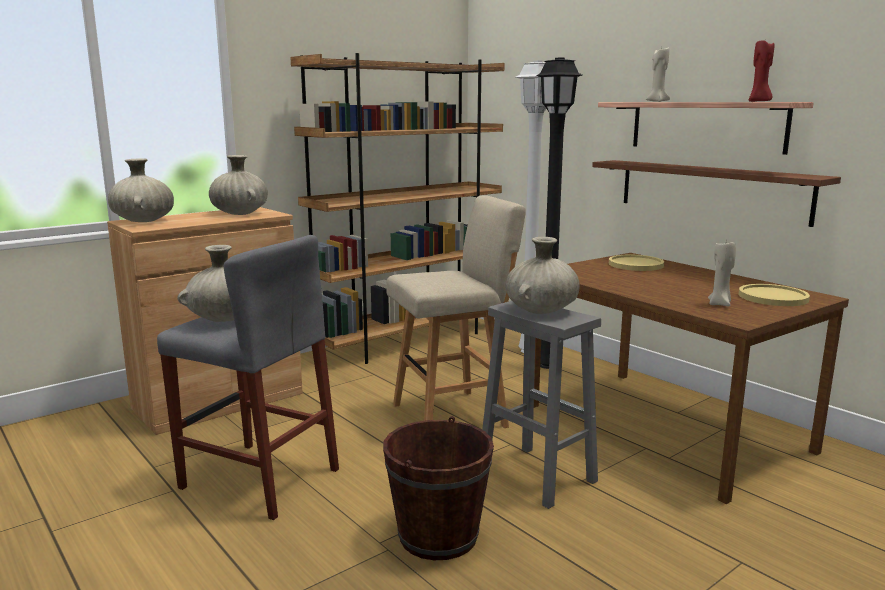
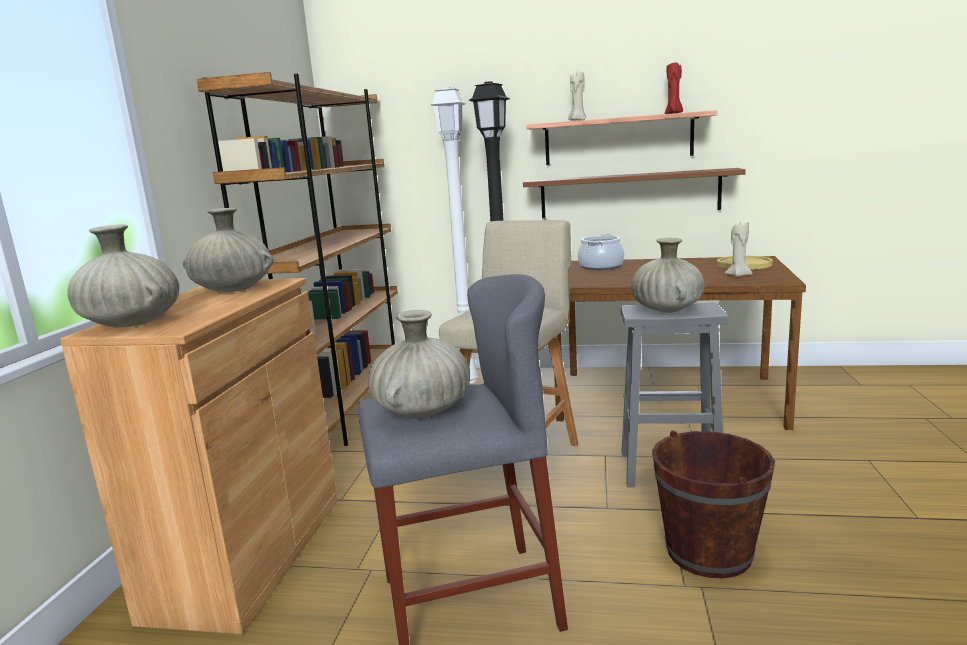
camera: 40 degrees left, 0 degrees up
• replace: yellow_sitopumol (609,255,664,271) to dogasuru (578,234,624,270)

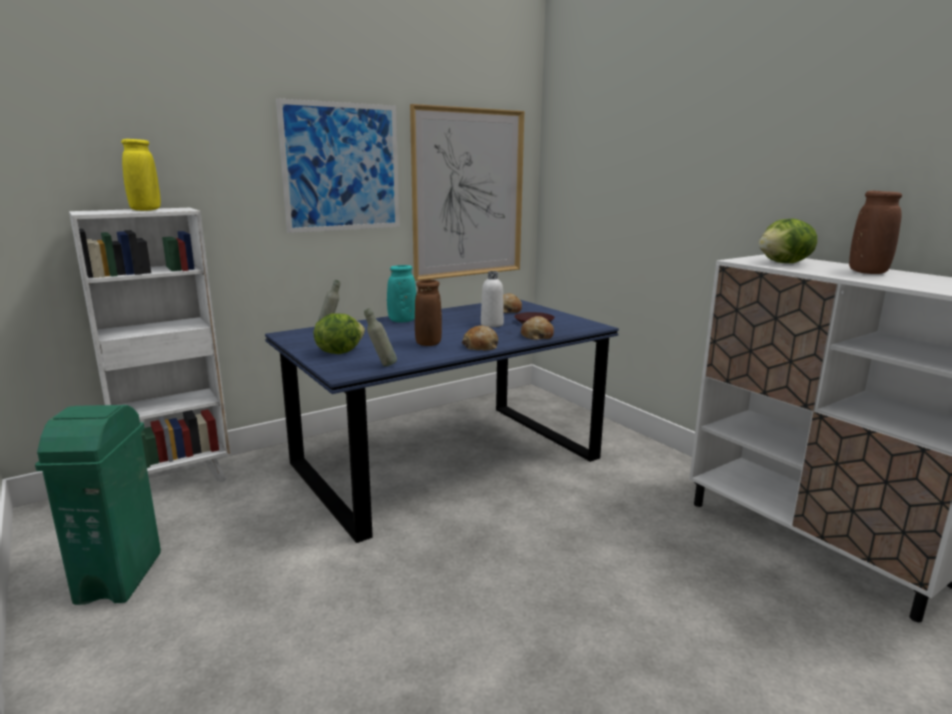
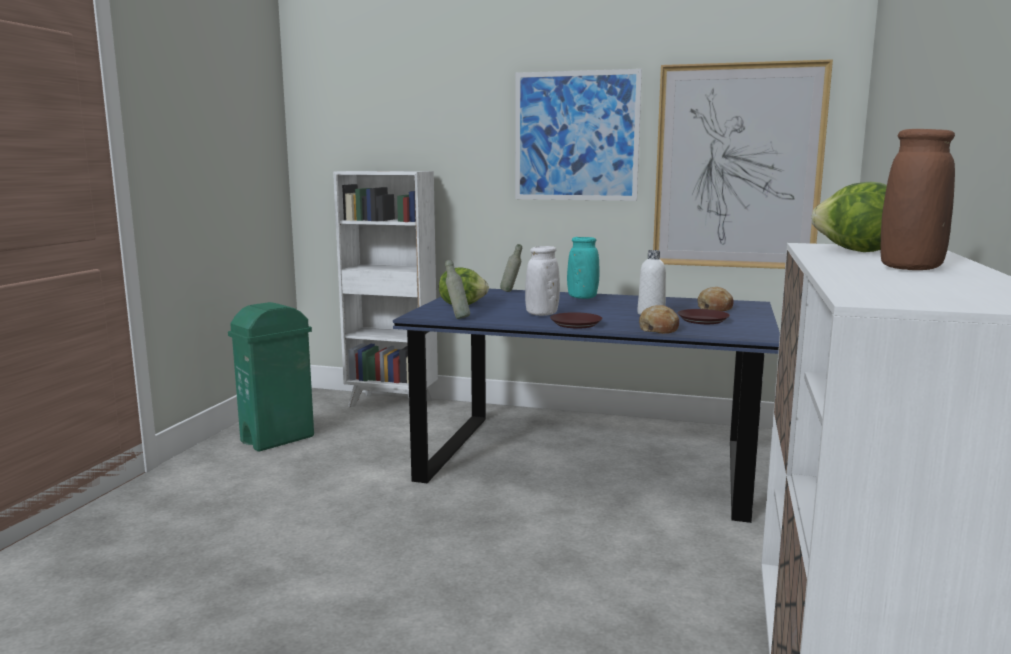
camera: 50 degrees right, 5 degrees down
• recolor: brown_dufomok (415,280,442,346) to white_dufomok (525,246,560,316)
• replace: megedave (462,325,498,351) to brown_sitopumol (550,312,602,329)
• delete: yellow_dufomok (121,139,161,211)

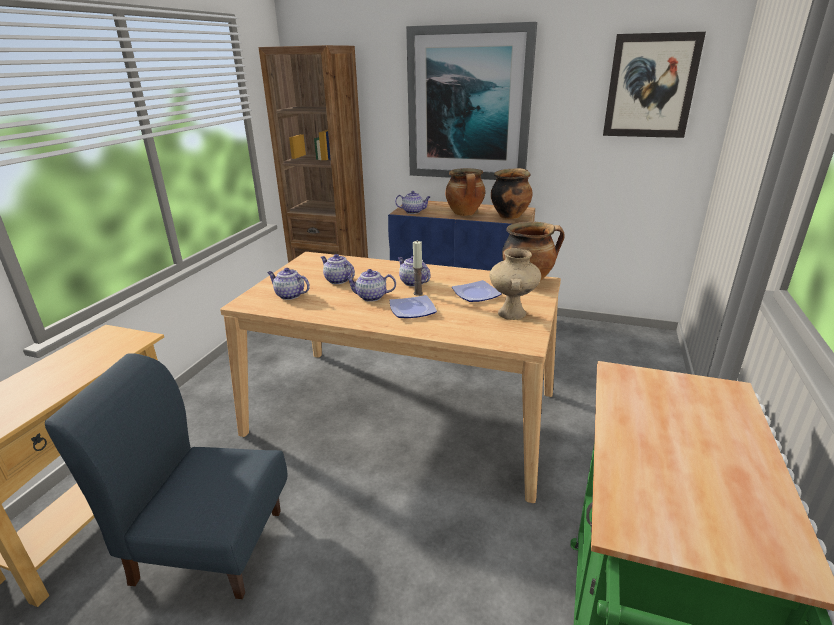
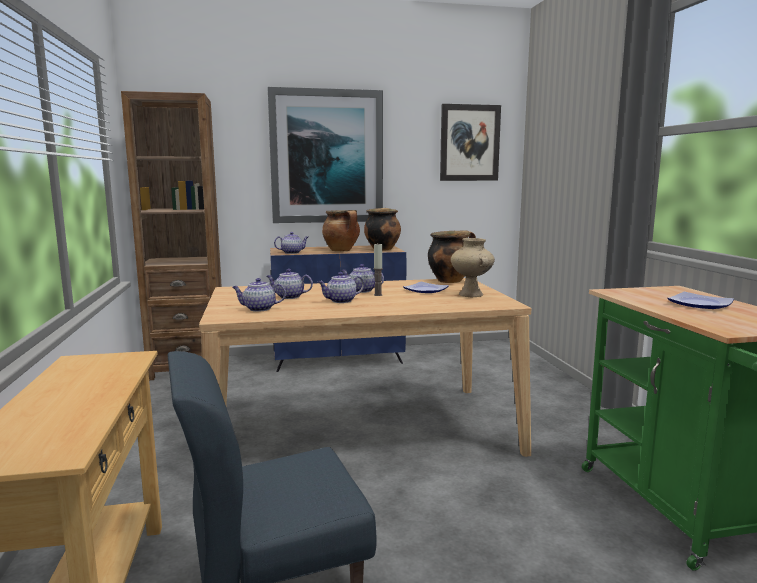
camera: 30 degrees left, 15 degrees down
• move: sitopumol (390,295,437,318) to (667,292,734,309)

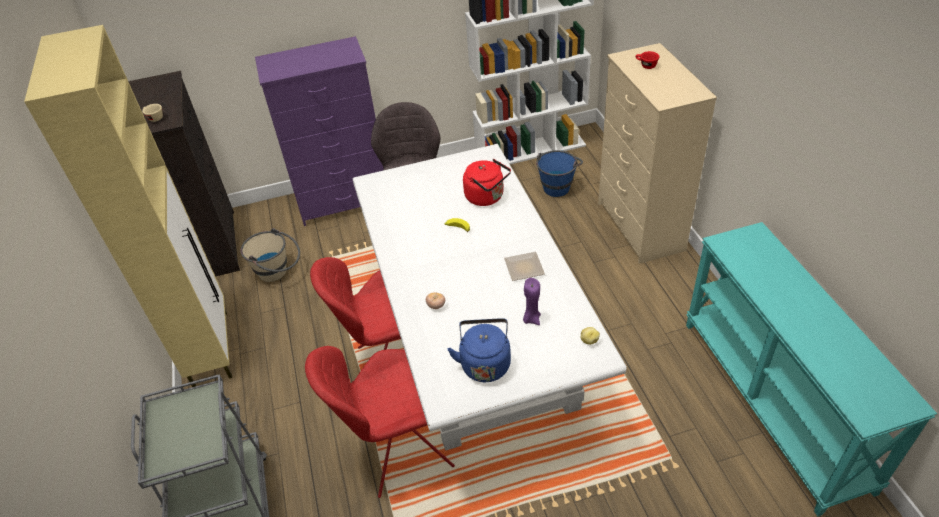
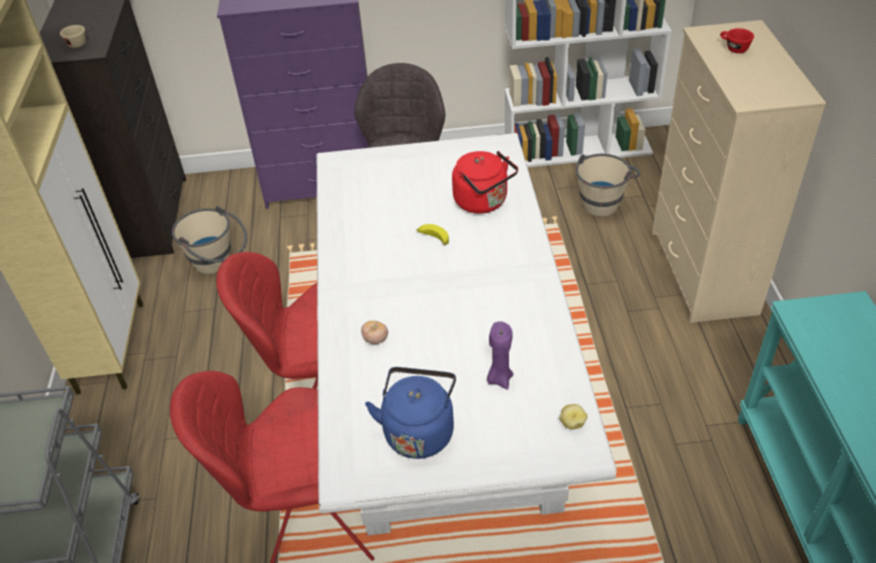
camera: 10 degrees right, 0 degrees up
• recolor: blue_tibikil (536,150,583,197) to beige_tibikil (576,154,640,217)
• delete: sitopumol (504,252,545,281)

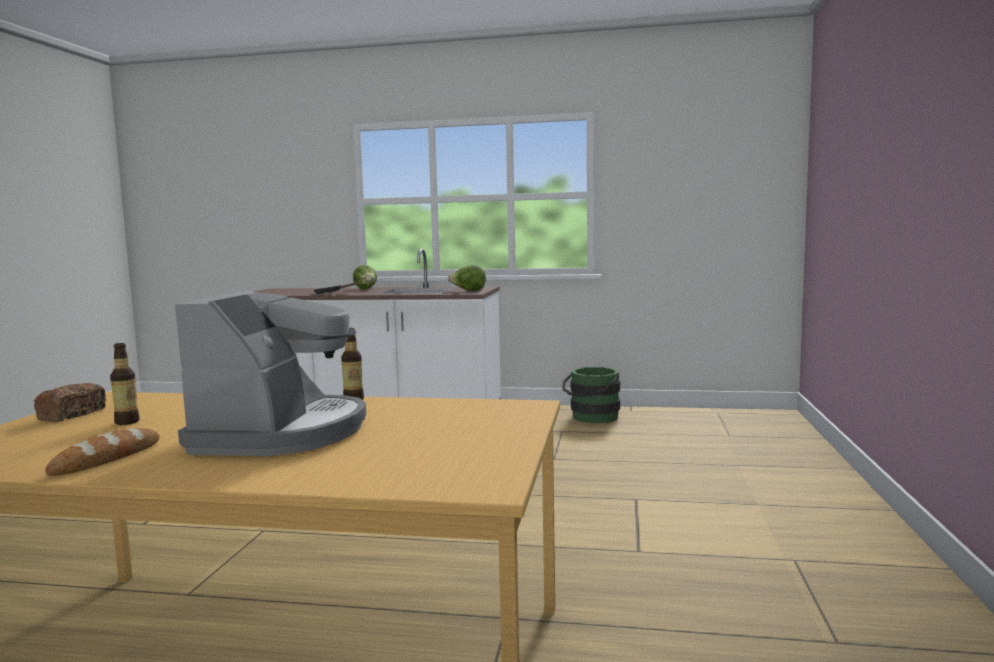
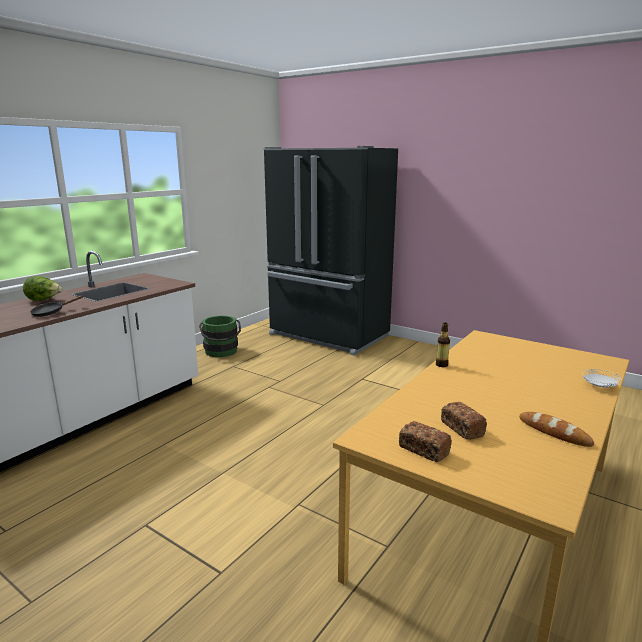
camera: 65 degrees left, 10 degrees up
• insert: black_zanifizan (264,146,398,355)
• replace: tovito (110,343,140,425) to megedave (441,402,487,440)
• insert: white_sitopumol (582,369,622,387)
• delete: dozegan (175,291,366,456)
• delete: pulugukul (448,265,486,291)

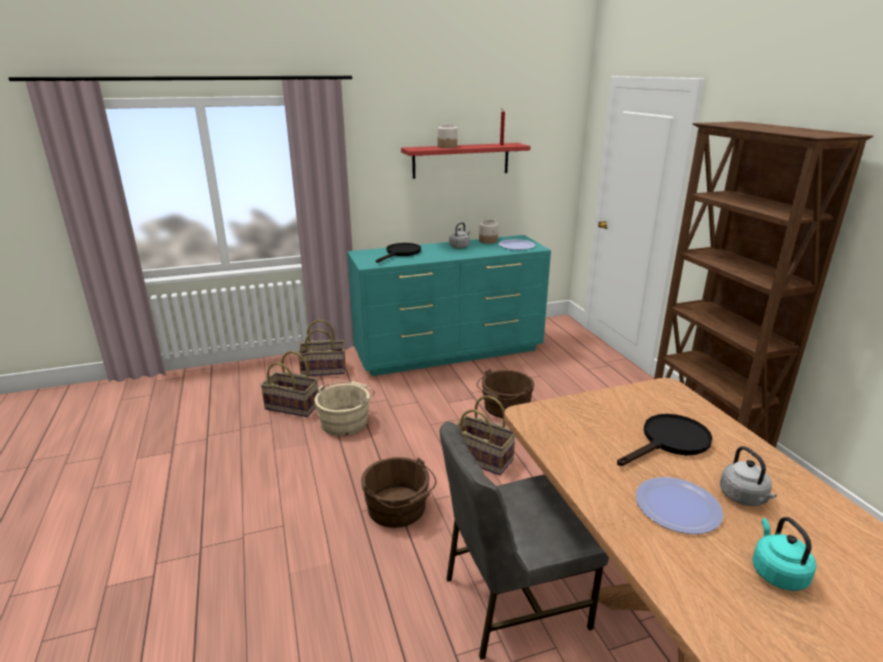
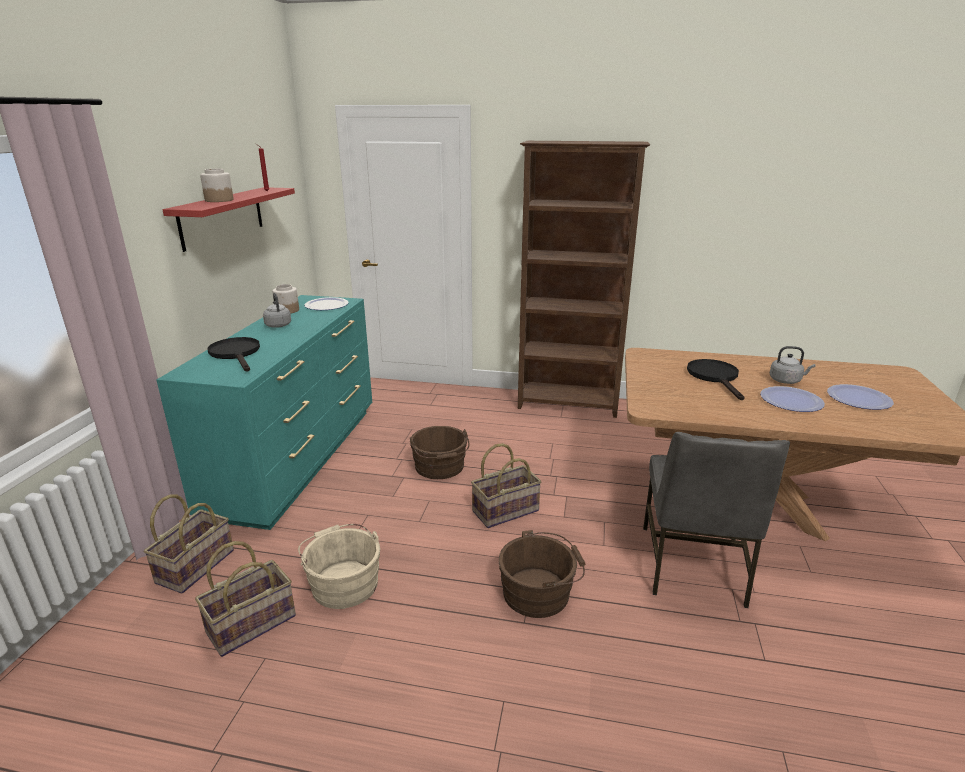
camera: 60 degrees left, 0 degrees up
• replace: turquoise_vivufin (752,517,816,591) to sitopumol (827,384,894,410)

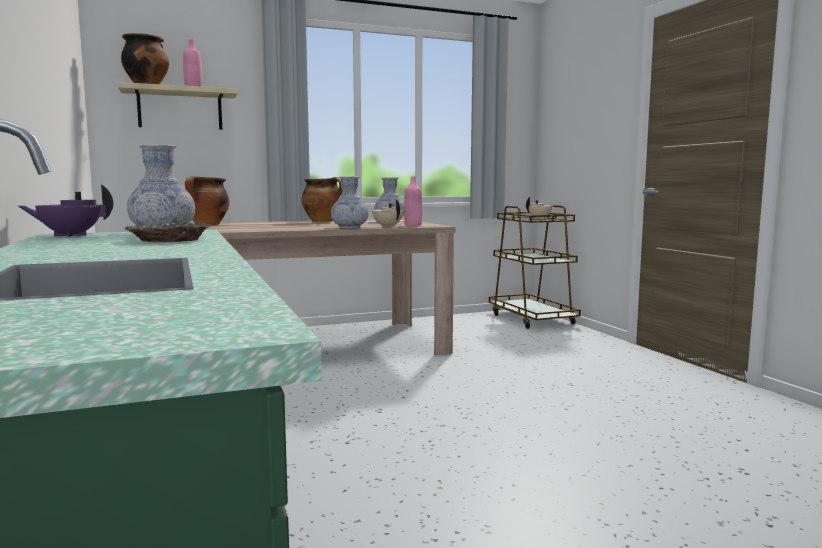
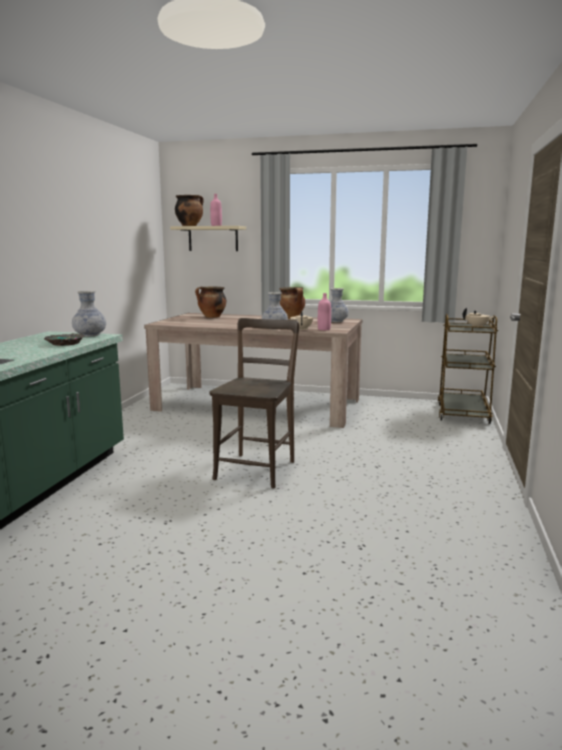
camera: 35 degrees right, 5 degrees up
• insert: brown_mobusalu (210,318,299,488)
• delete: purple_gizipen (18,184,113,237)

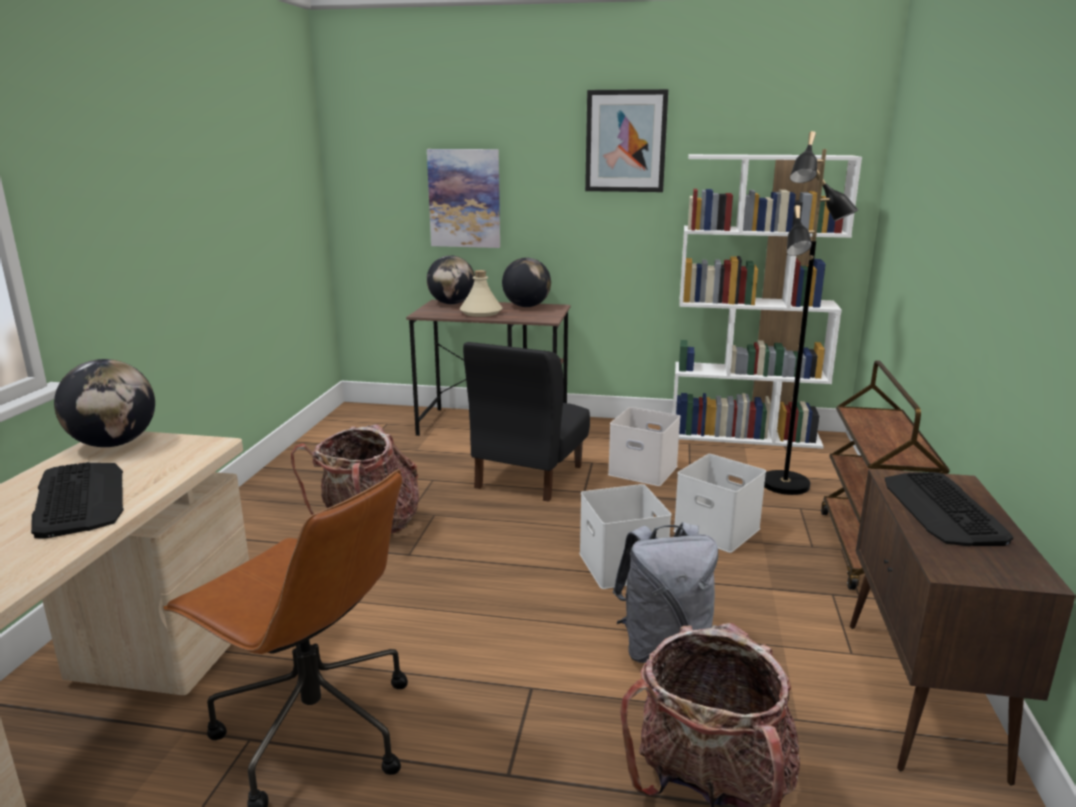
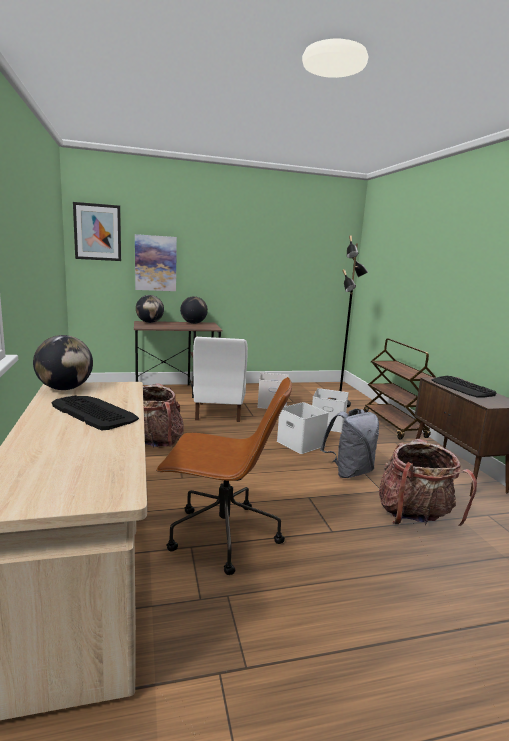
camera: 25 degrees left, 5 degrees down
• move: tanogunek (585,89,668,192) to (73,202,121,261)
• recolor: black_mobusalu (463,342,590,502) to white_mobusalu (193,337,248,422)
• delete: beige_tovito (460,270,503,317)
• delete: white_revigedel (673,154,862,449)

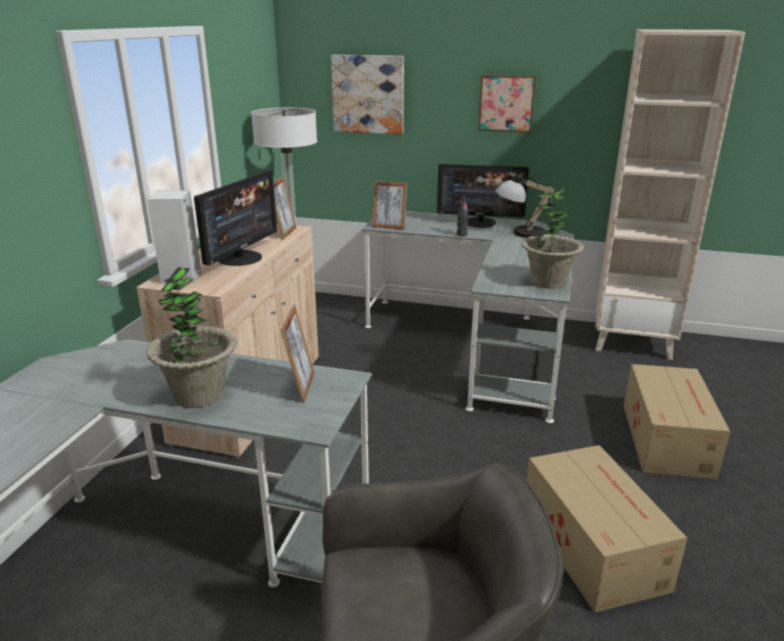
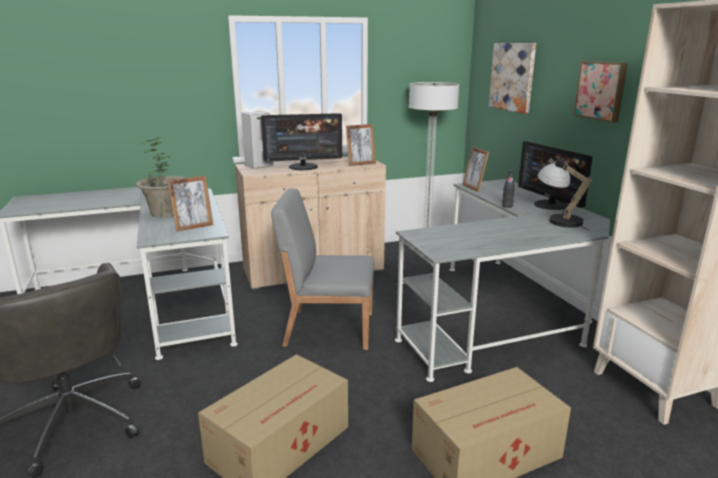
camera: 55 degrees right, 5 degrees down
• insert: grey_mobusalu (271,188,375,350)
• delete: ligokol (521,189,584,289)

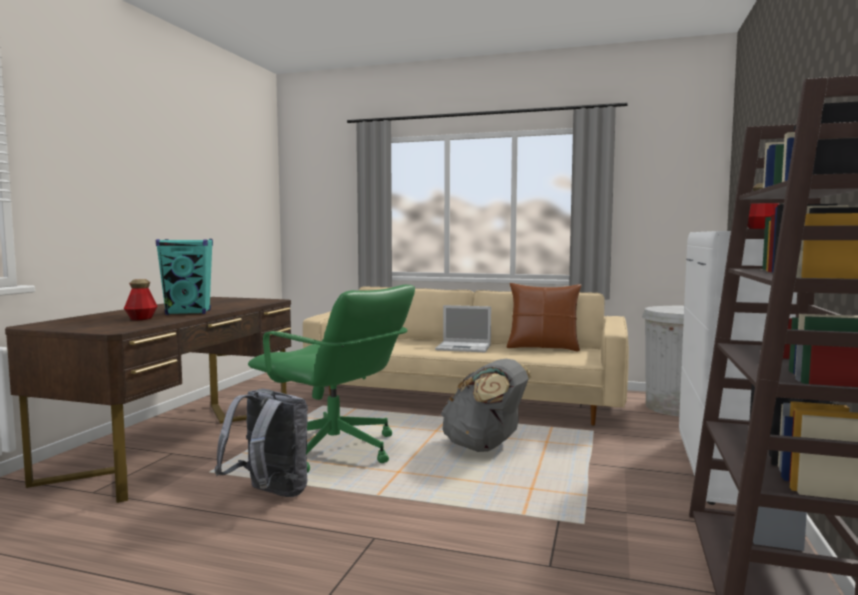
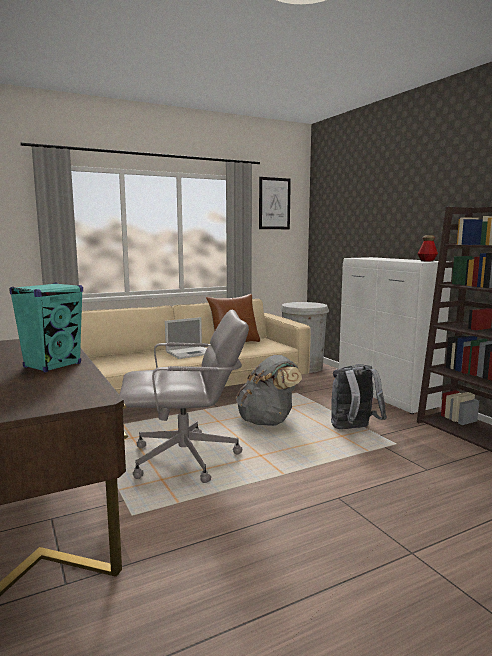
camera: 45 degrees left, 5 degrees up
• recolor: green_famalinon (248,285,415,473) to grey_famalinon (119,310,249,483)
• insert: tanogunek (259,177,291,229)
• move: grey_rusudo (214,389,308,497) to (331,364,387,429)
• delete: tovito (124,279,158,320)

